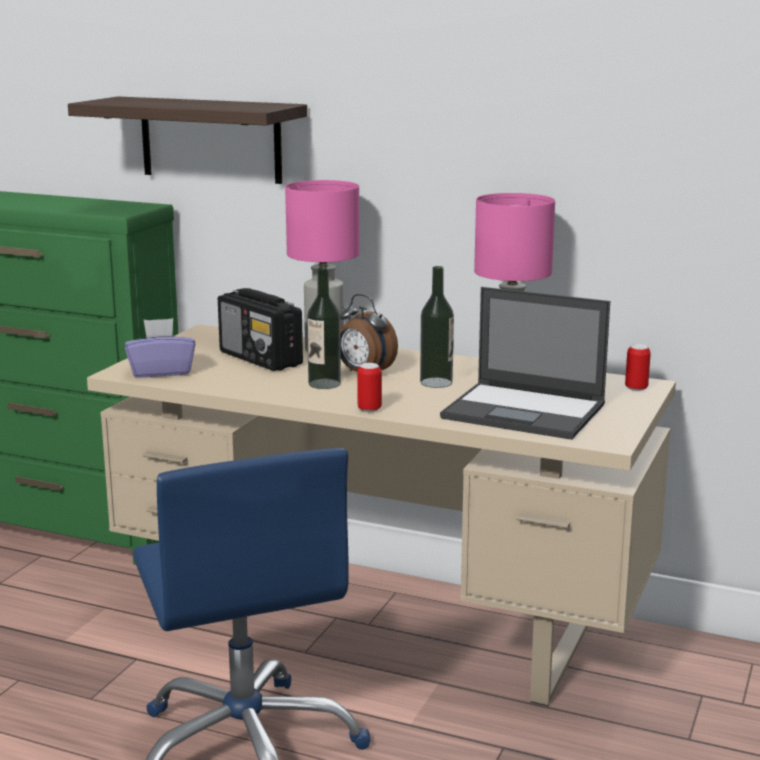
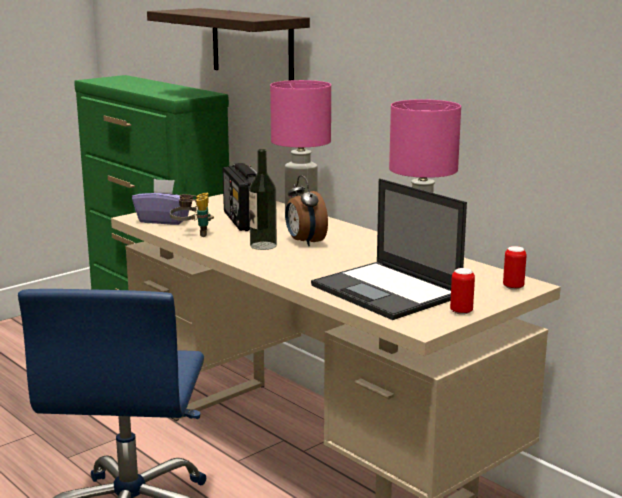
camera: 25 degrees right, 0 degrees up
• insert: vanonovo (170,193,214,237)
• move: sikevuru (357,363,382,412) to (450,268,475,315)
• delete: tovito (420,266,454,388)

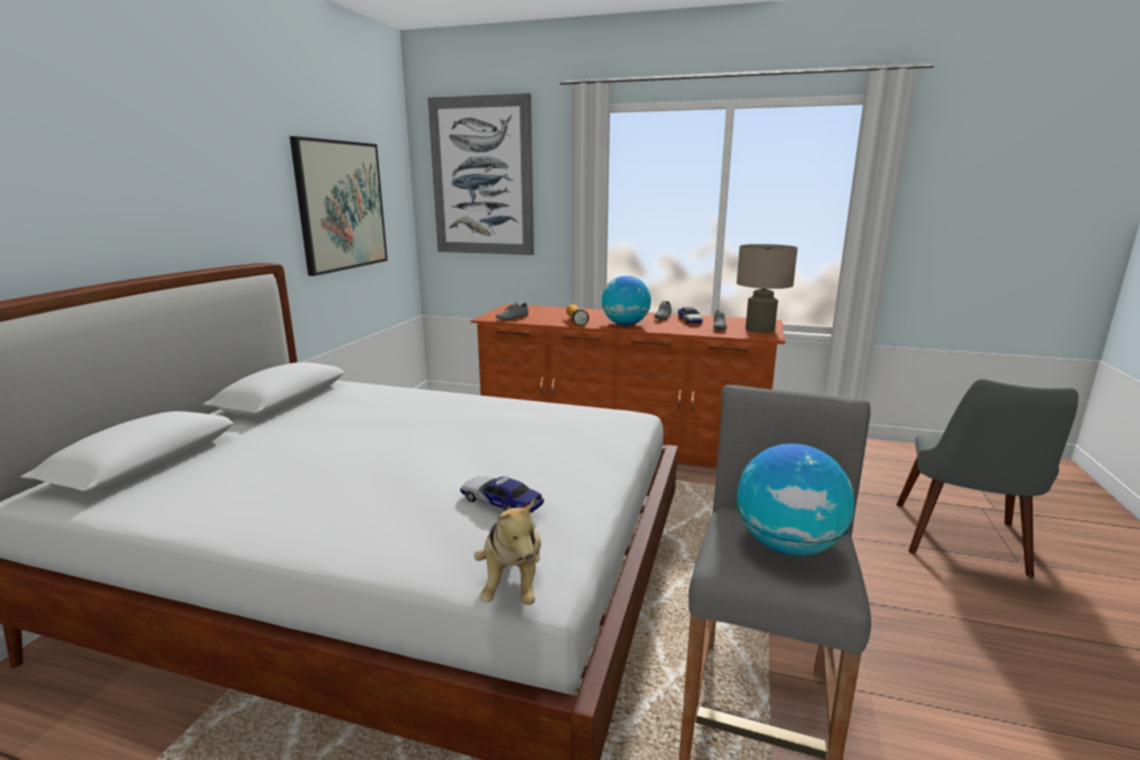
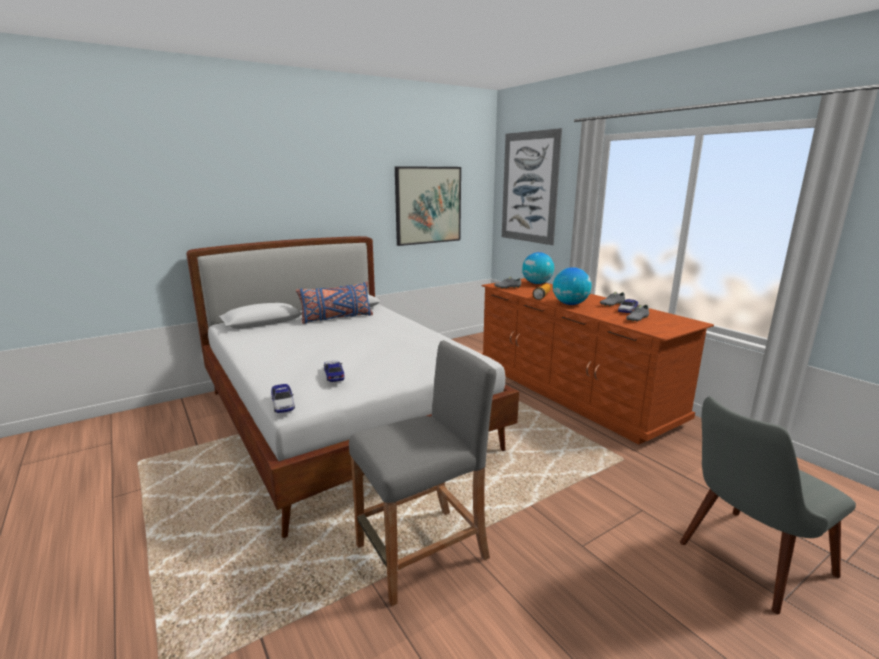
camera: 40 degrees right, 0 degrees up
• replace: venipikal (474,498,541,605) to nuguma (271,384,295,413)
• insert: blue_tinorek (296,282,373,324)
• move: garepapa (737,443,854,556) to (522,252,554,284)
• delete: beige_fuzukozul (736,244,798,333)

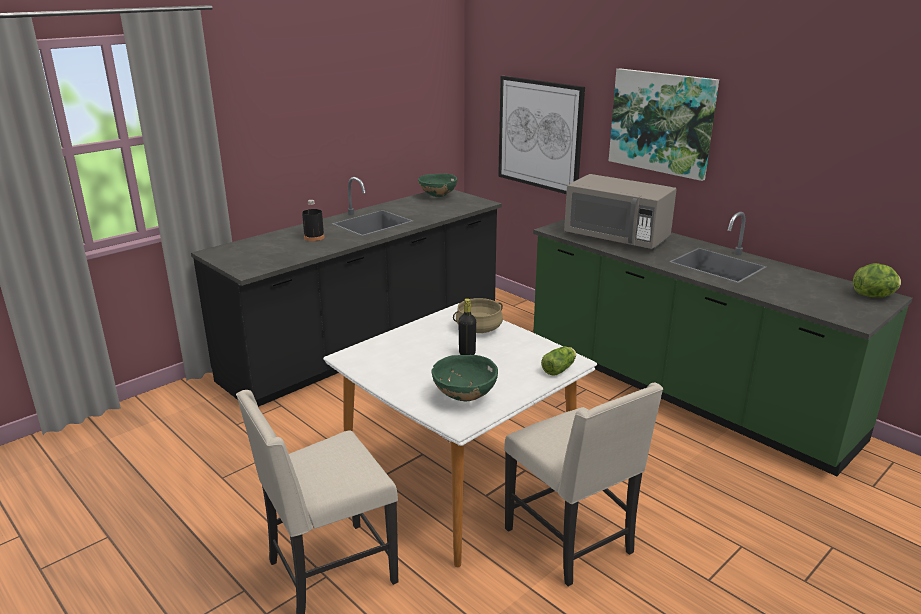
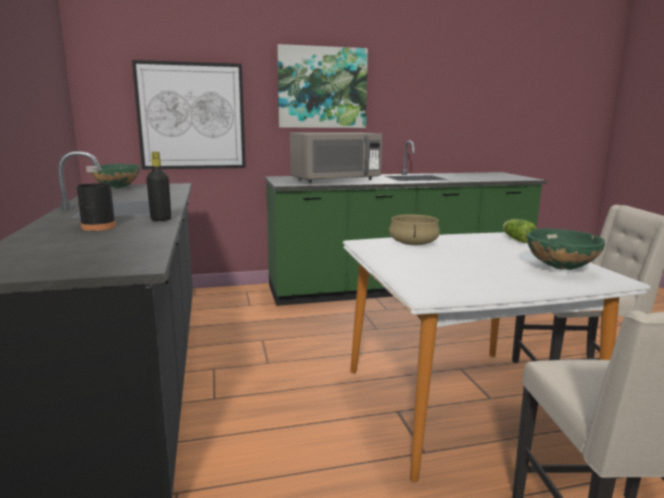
camera: 60 degrees left, 10 degrees down
• move: black_tovito (458,299,476,355) to (146,152,171,221)
• delete: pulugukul (853,263,901,297)

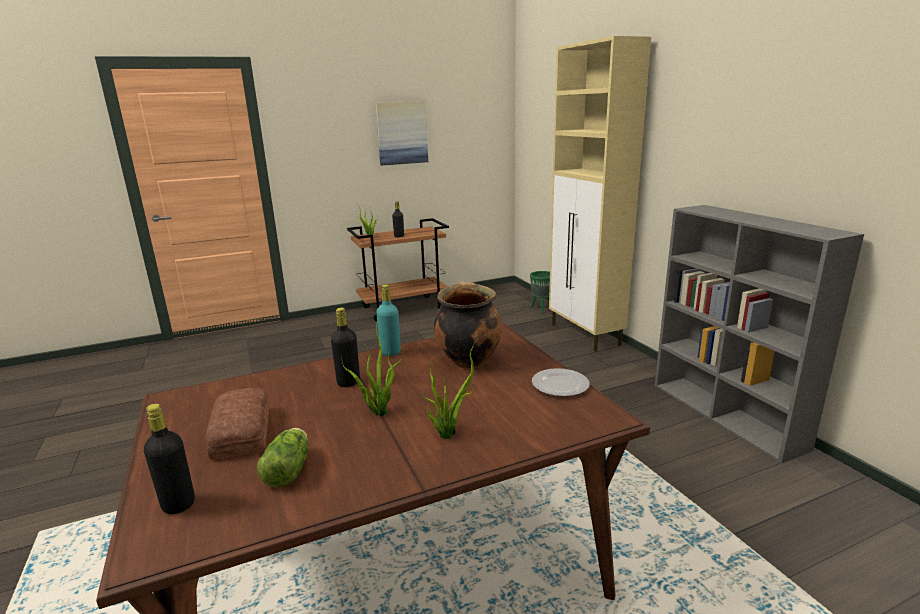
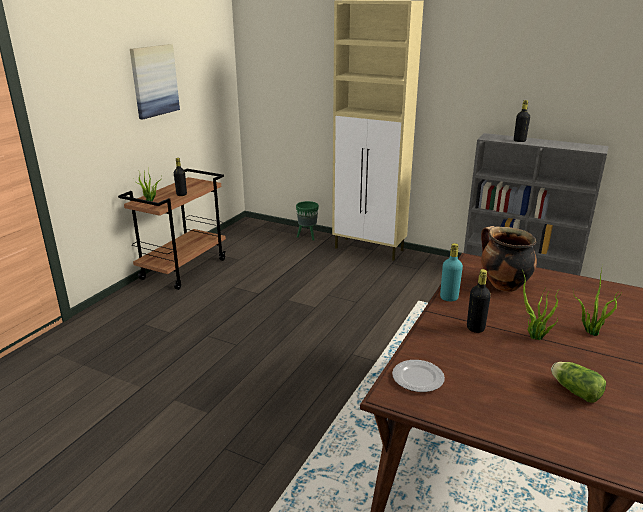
camera: 40 degrees left, 5 degrees up
• move: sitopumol (532,368,590,397) to (392,360,445,392)
• move: black_tovito (144,404,195,514) to (514,100,530,142)
• delete: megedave (206,388,269,460)

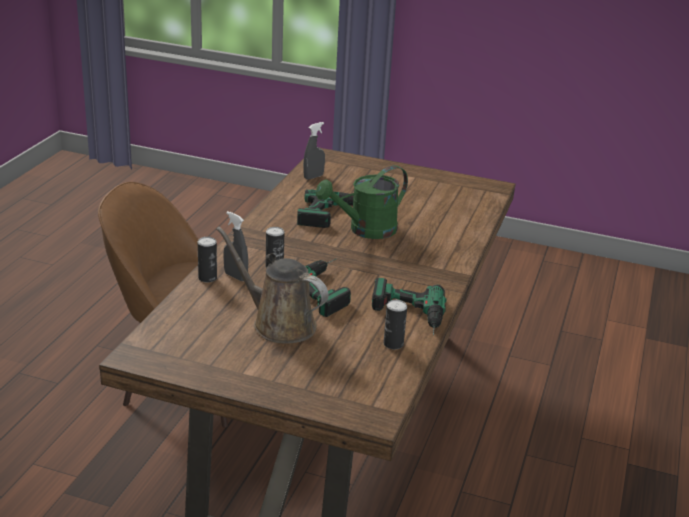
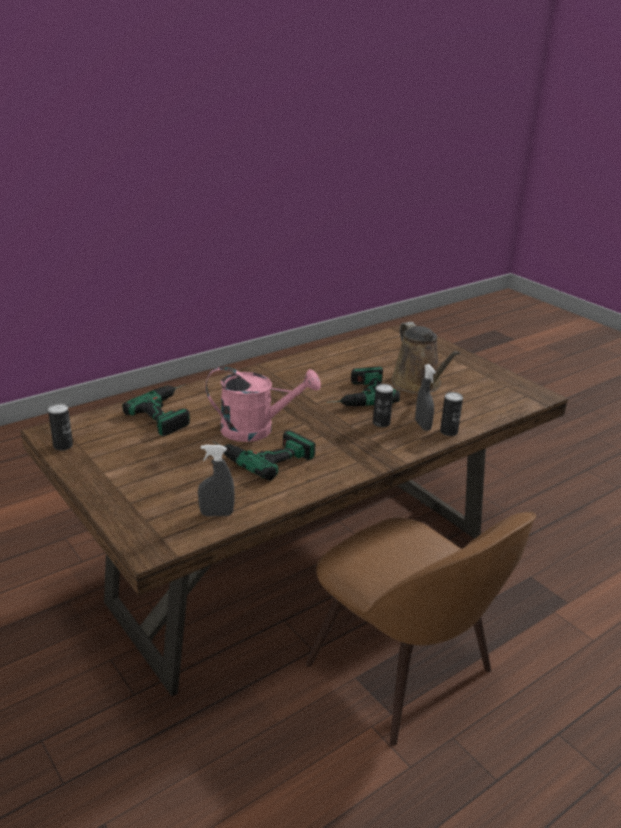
camera: 145 degrees left, 0 degrees up
• move: sikevuru (384,300,407,349) to (48,403,73,450)
• move: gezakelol (372,278,446,336) to (122,384,190,436)
• recolor: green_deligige (316,165,408,239) to pink_deligige (205,366,321,442)

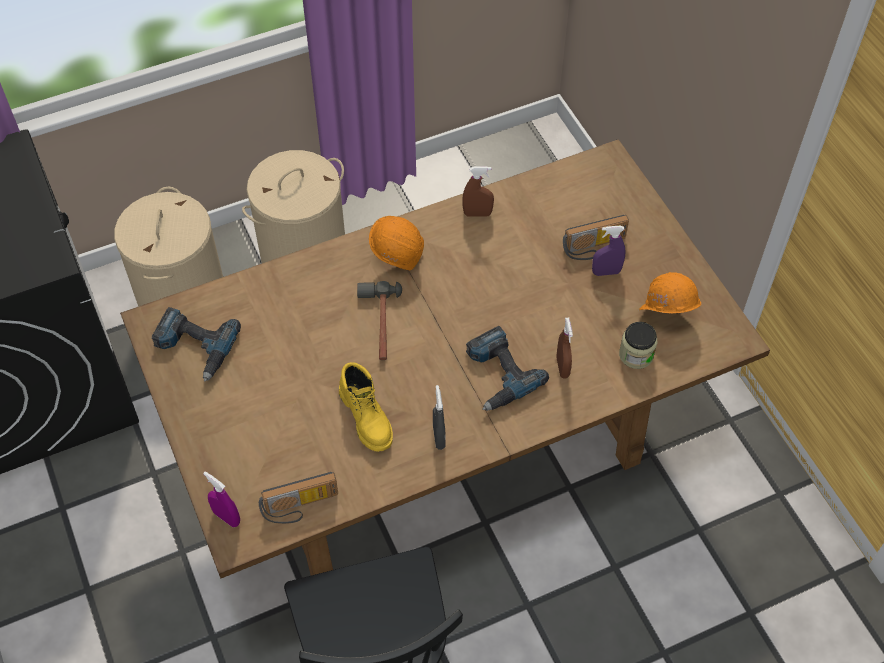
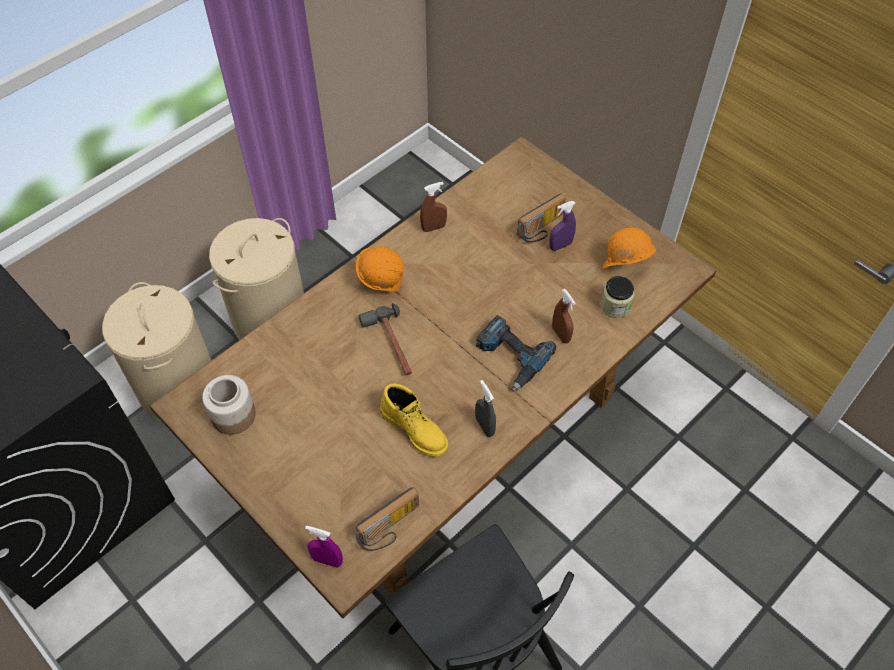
camera: 20 degrees left, 0 degrees up
• replace: gezakelol (151,307,241,382) to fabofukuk (202,375,256,435)

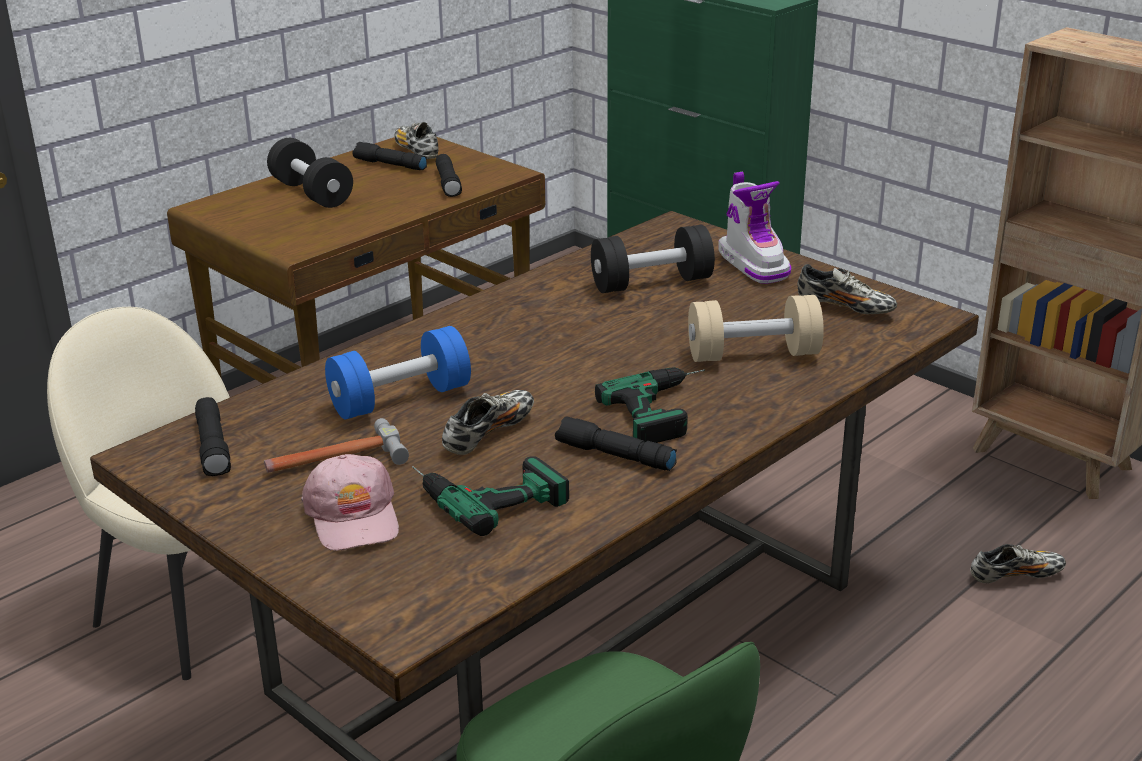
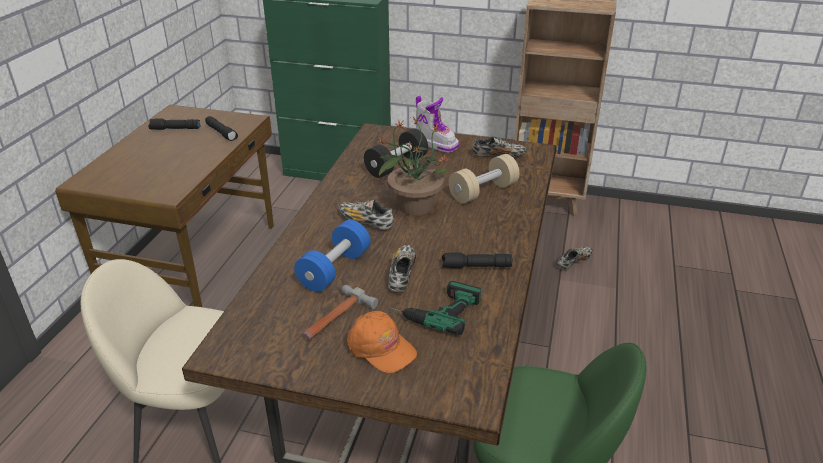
camera: 30 degrees left, 5 degrees up
• move: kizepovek (394,122,438,159) to (339,200,394,230)
• recolor: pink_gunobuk (301,454,399,551) to orange_gunobuk (347,311,417,373)
• insert: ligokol (376,117,449,215)
• delete: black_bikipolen (195,397,231,476)
• delete: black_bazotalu (267,138,353,208)
• delete: gezakelol (595,367,705,443)

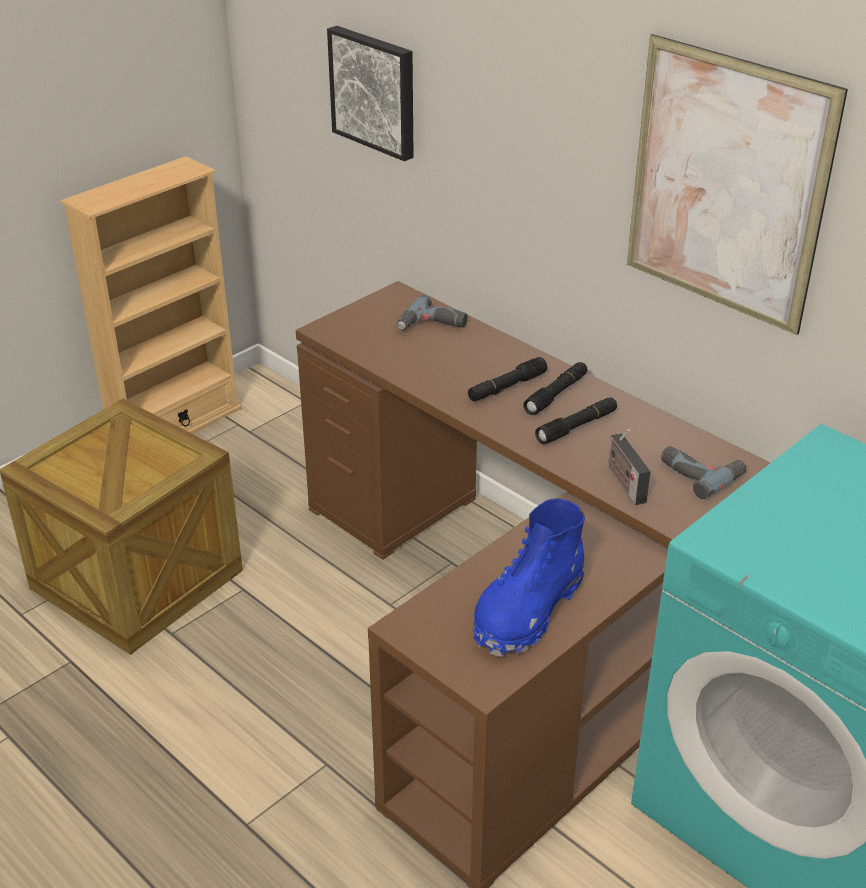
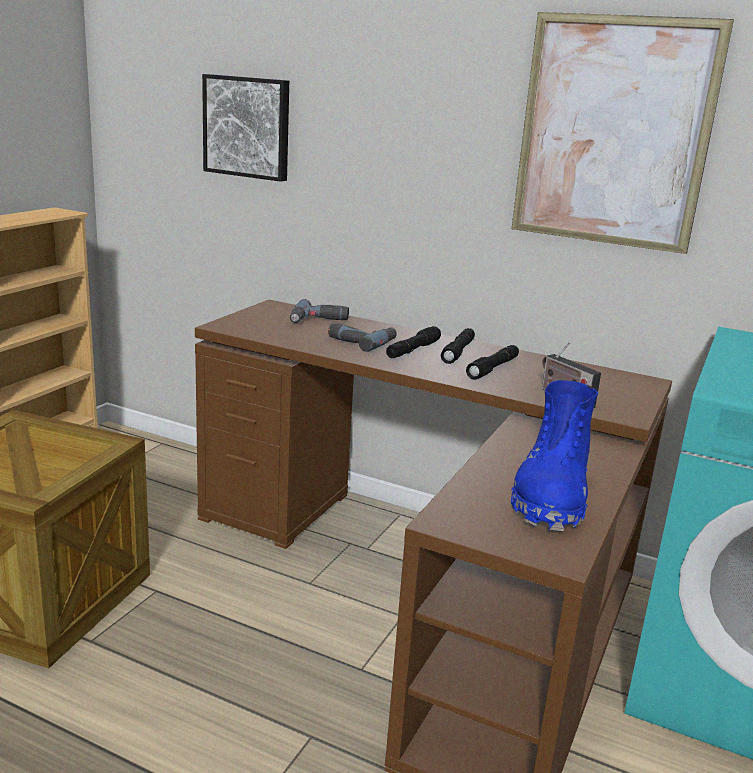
camera: 20 degrees left, 15 degrees down
• move: gezakelol (661,446,747,499) to (328,323,397,352)

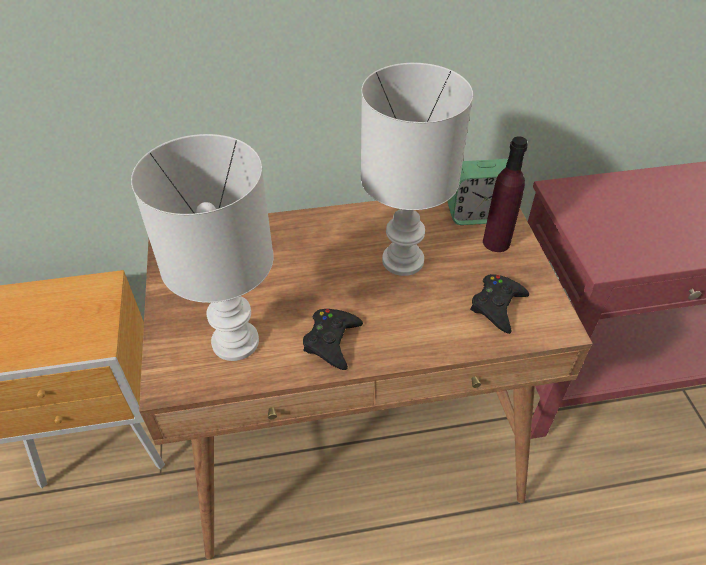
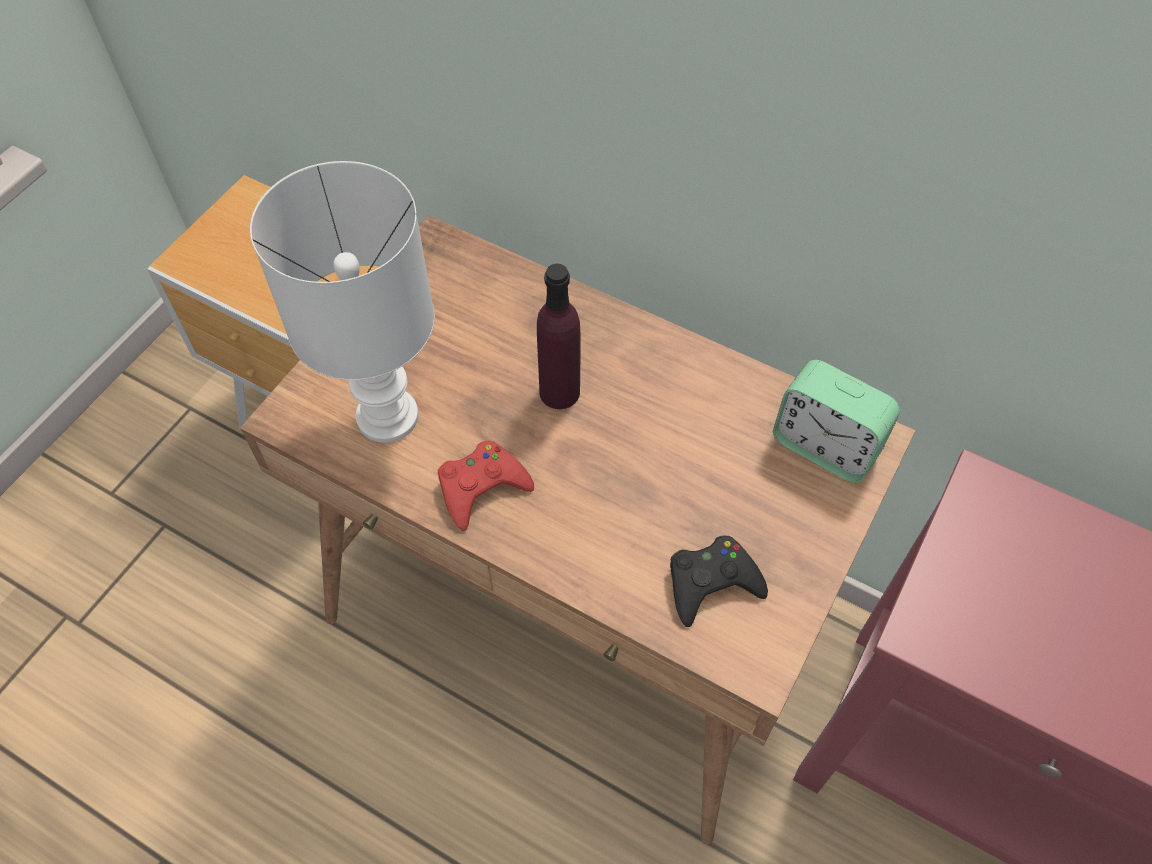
camera: 40 degrees right, 10 degrees up
• recolor: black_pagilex (303,309,363,370) to red_pagilex (438,440,534,531)
• move: purple_tovito (483,136,528,252) to (537,264,581,409)
• delete: white_fuzukozul (361,63,473,276)

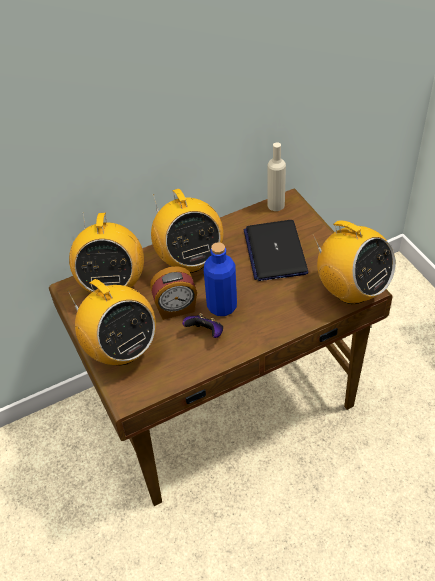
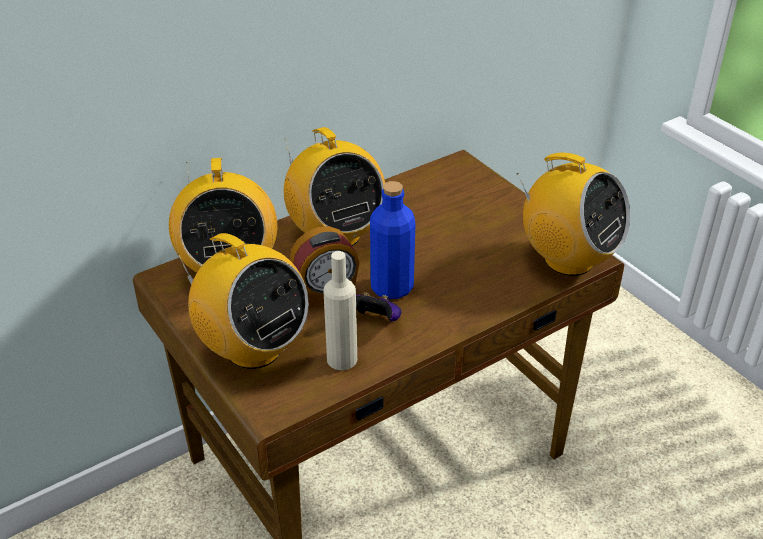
camera: 10 degrees left, 10 degrees down
• move: beige_tovito (267,142,286,211) to (323,251,357,370)
• delete: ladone (243,220,309,281)

